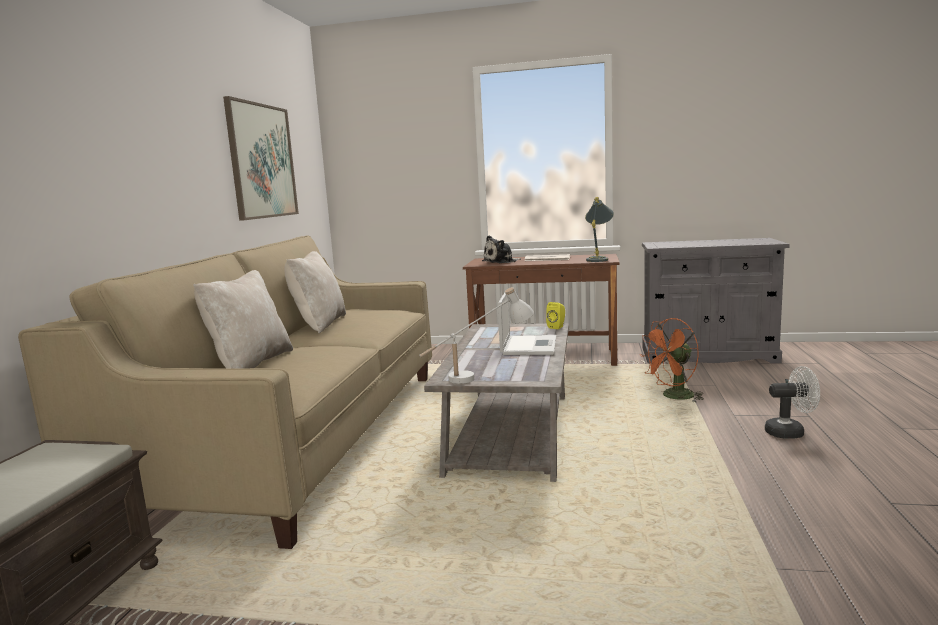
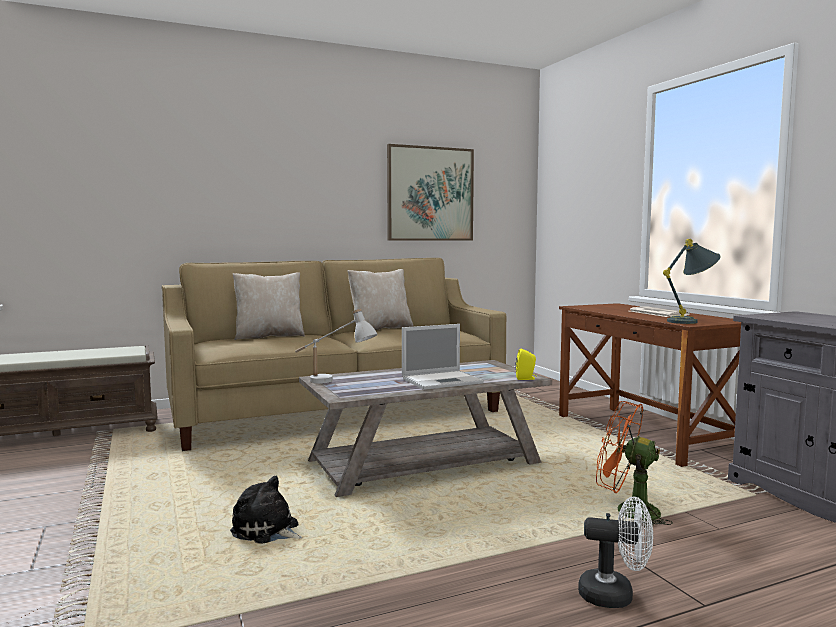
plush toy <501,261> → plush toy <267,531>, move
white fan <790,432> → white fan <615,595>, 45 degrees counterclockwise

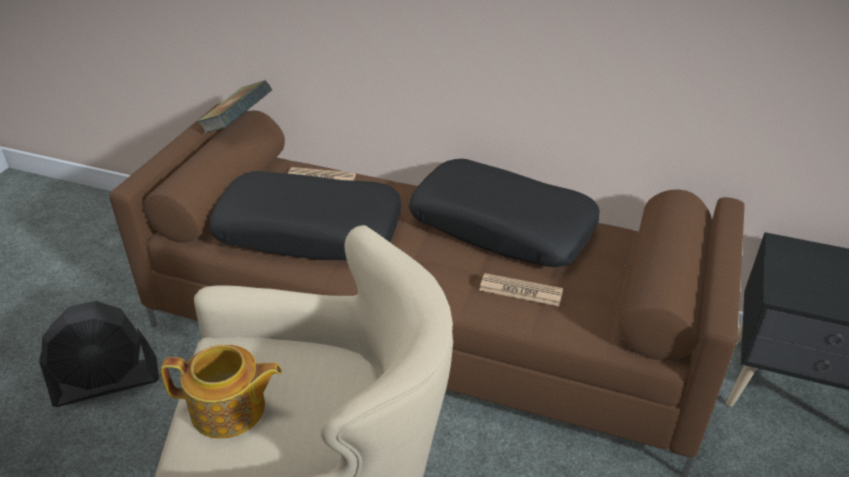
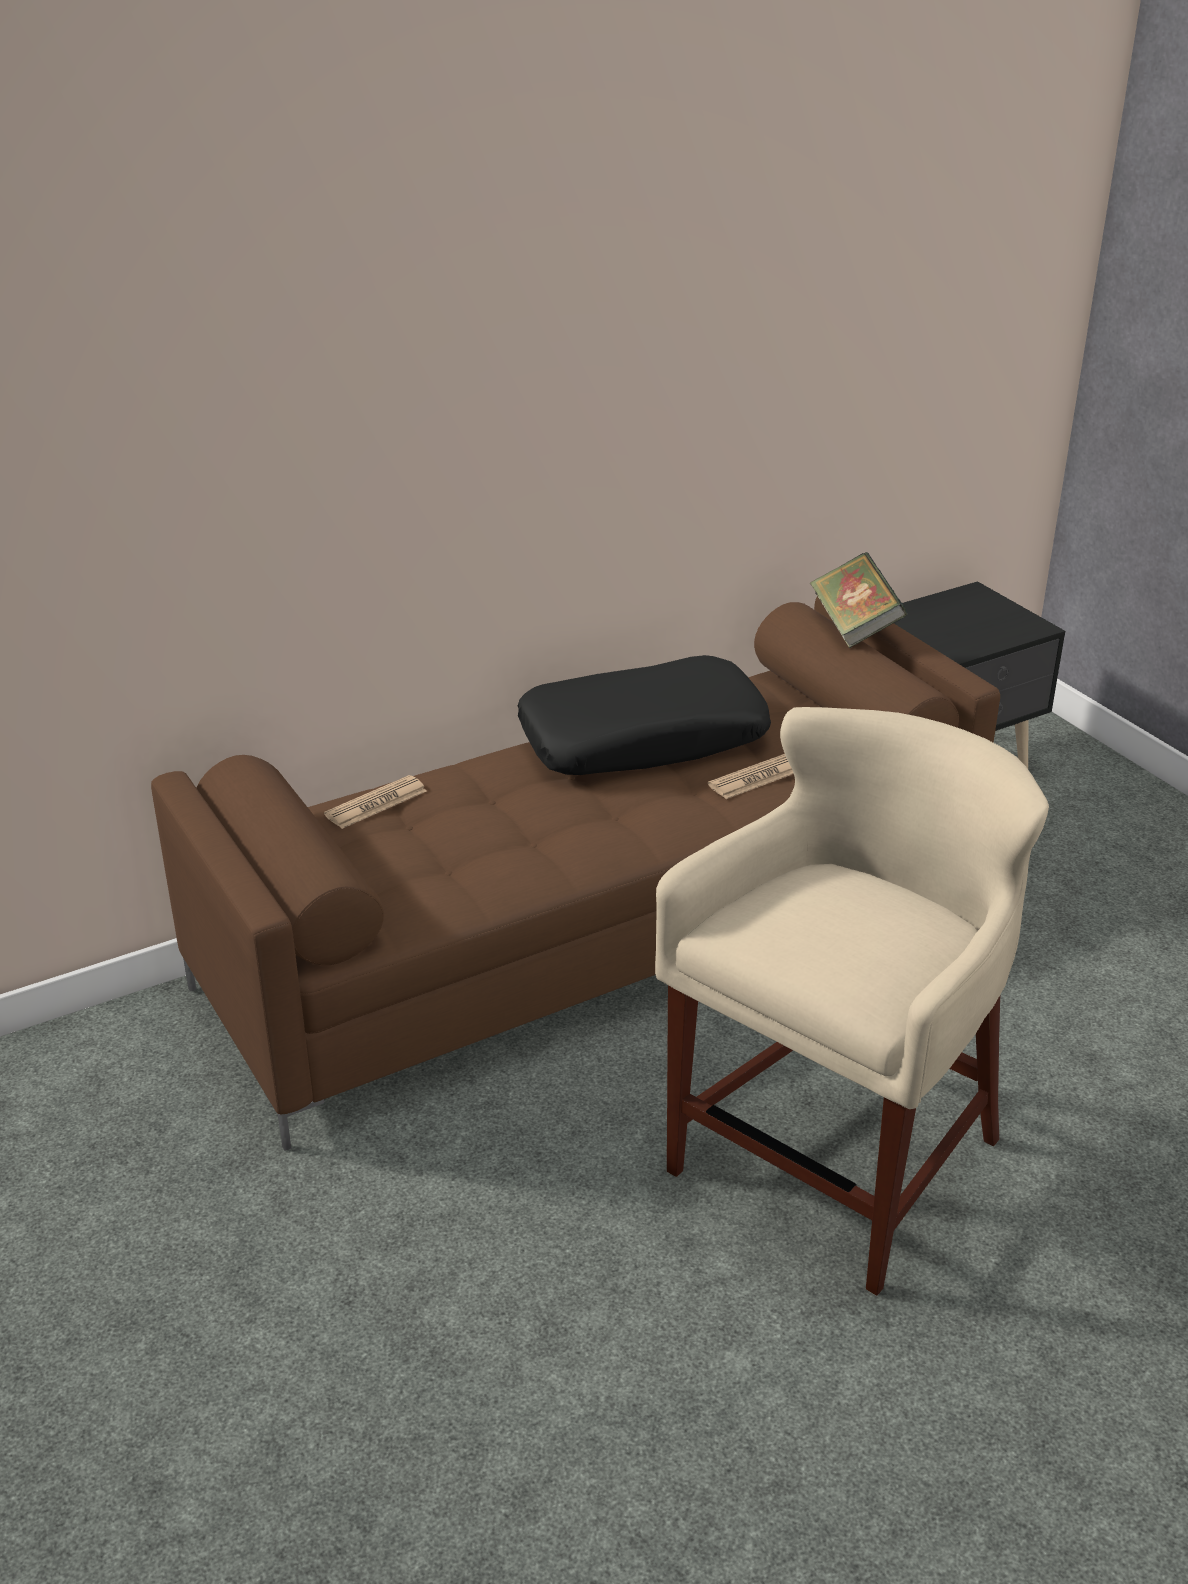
book <237,126> → book <854,627>, move
black pillow <310,231> → -
black fan <107,382> → -
teapot <230,410> → -

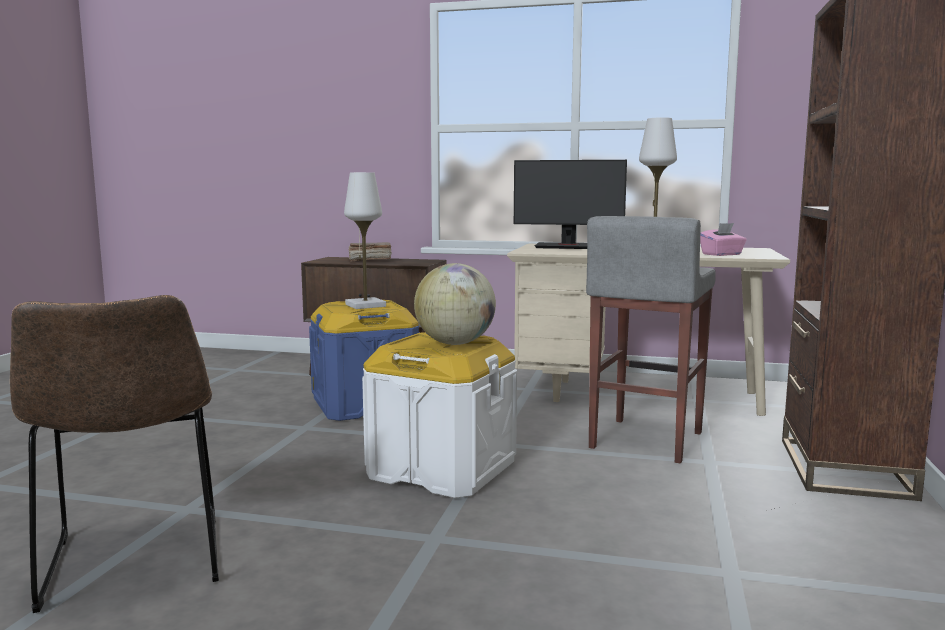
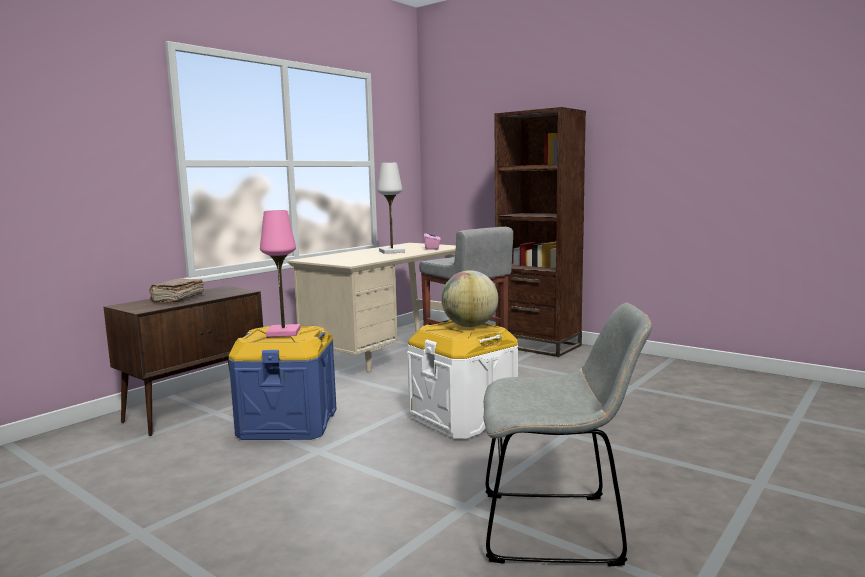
monitor <568,246> → -
white table lamp <365,305> → pink table lamp <283,332>
brown chair <134,565> → grey chair <559,528>

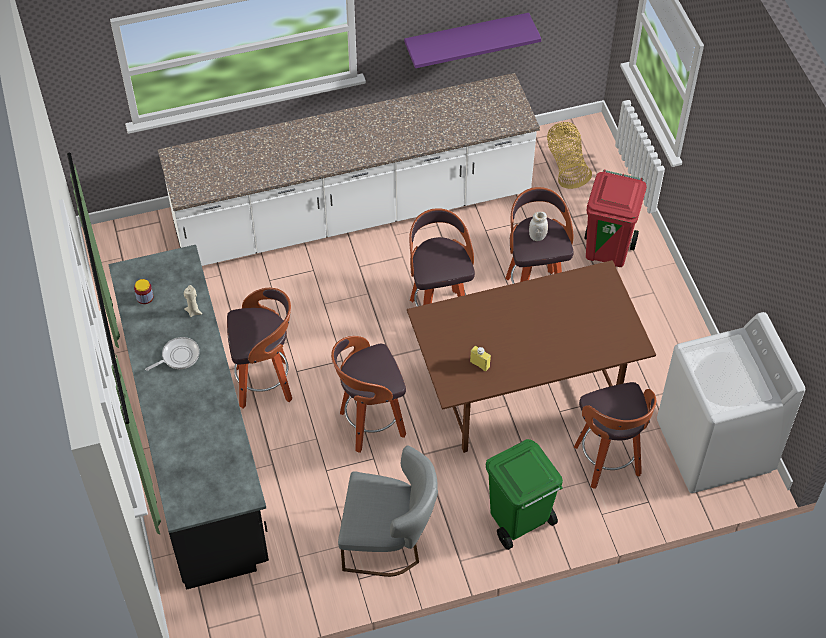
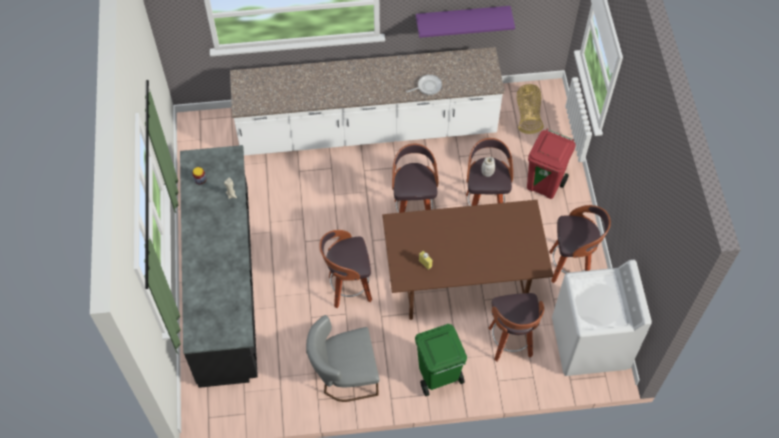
stool <265,383> → stool <570,266>, move
frying pan <178,356> → frying pan <427,86>, move
grey chair <389,542> → grey chair <344,376>, 150 degrees clockwise

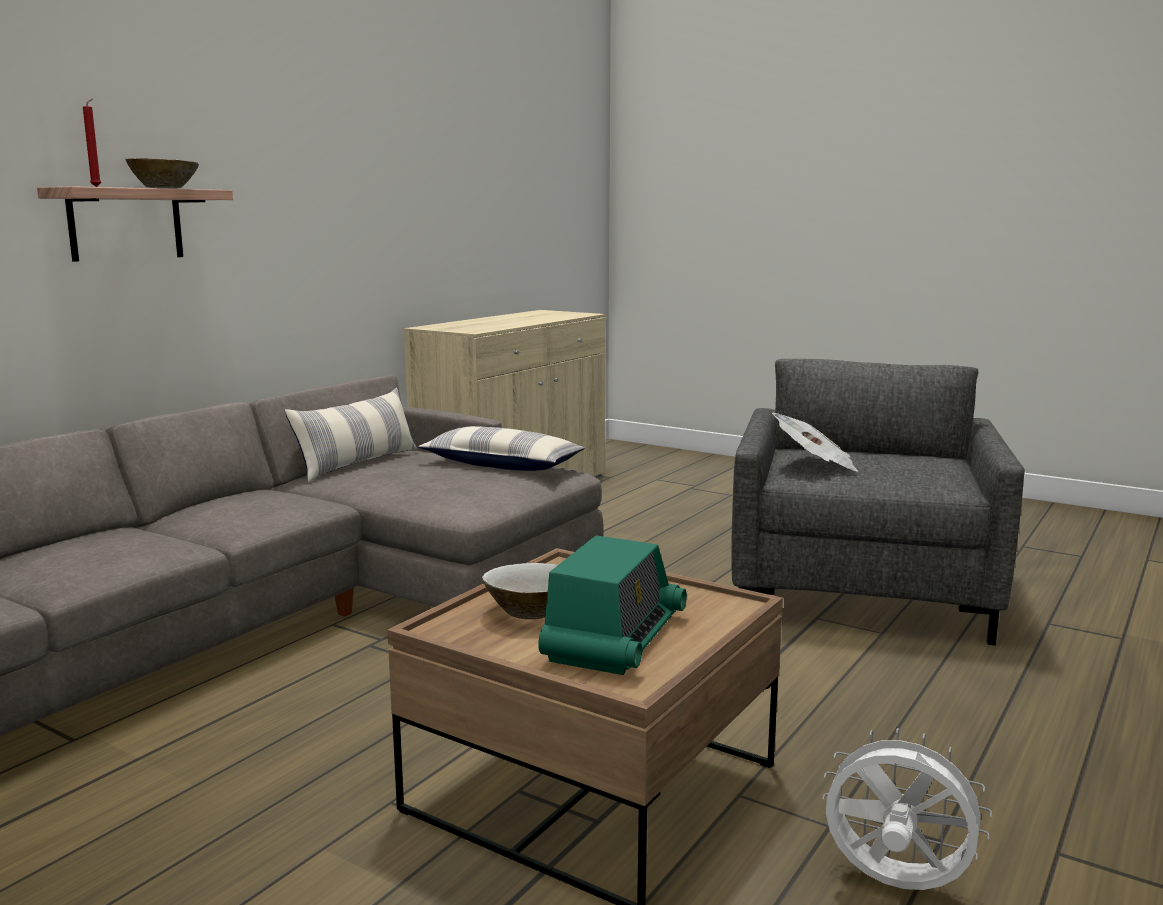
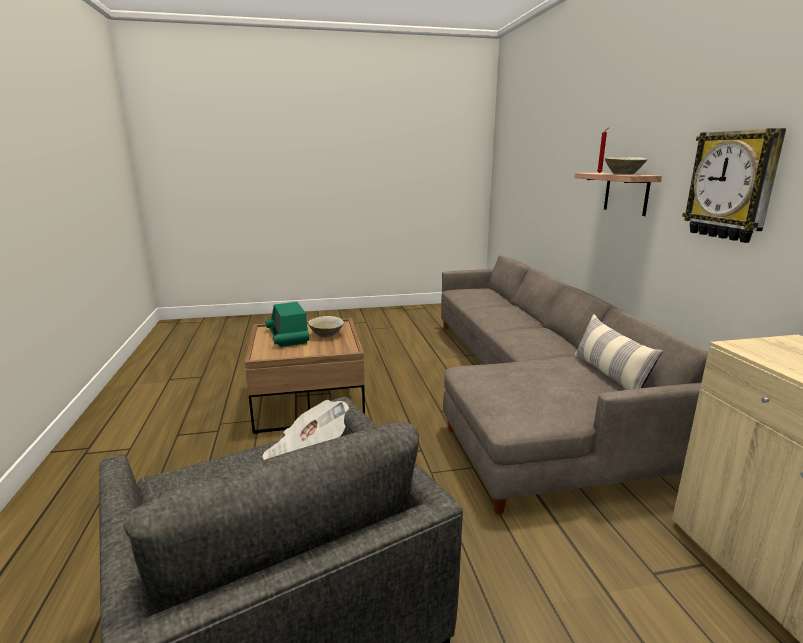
pillow <502,465> → -
white fan <894,886> → -
- → wall clock <732,185>

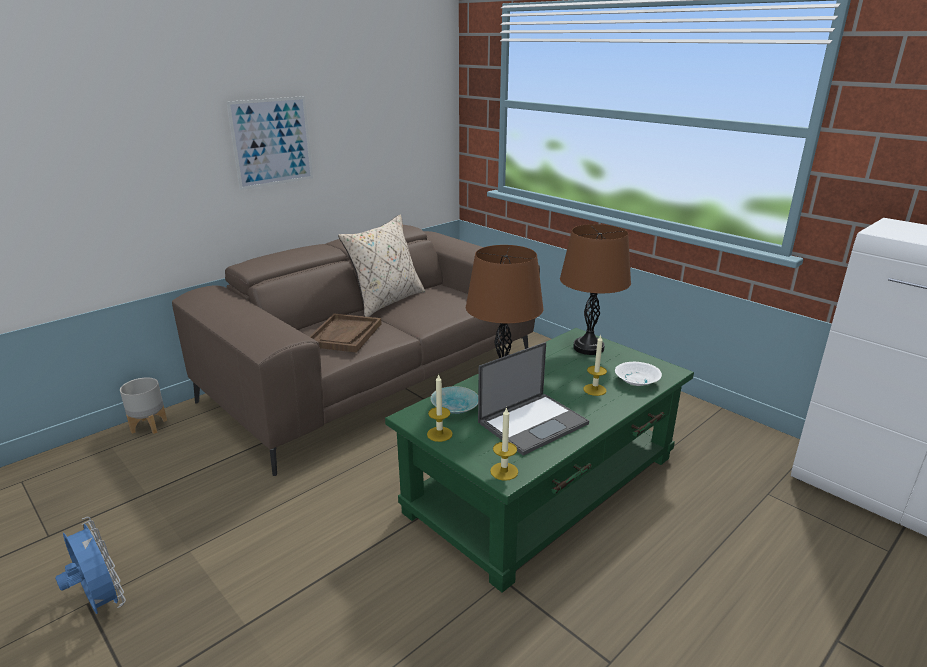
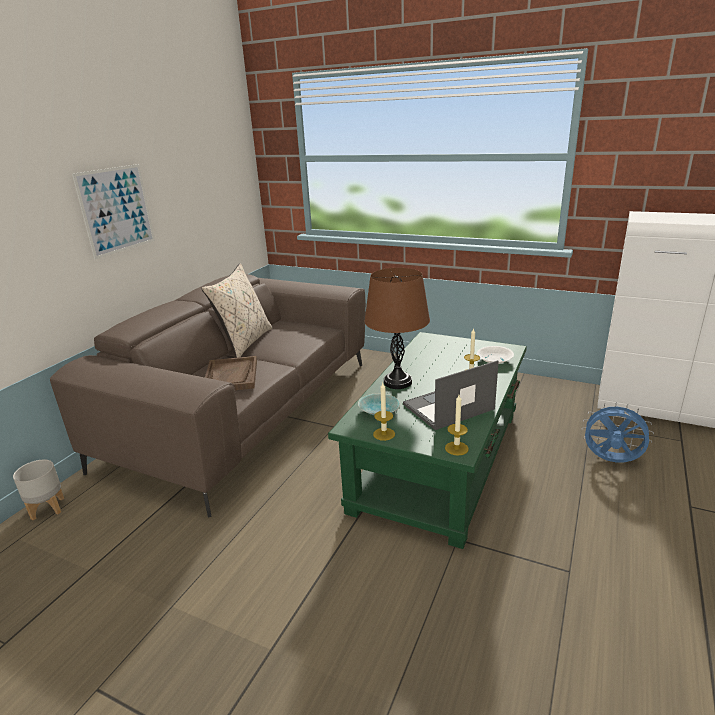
brown table lamp <588,348> → -
laptop <533,422> → laptop <447,407>, 150 degrees counterclockwise
blue fan <101,603> → blue fan <611,461>, move

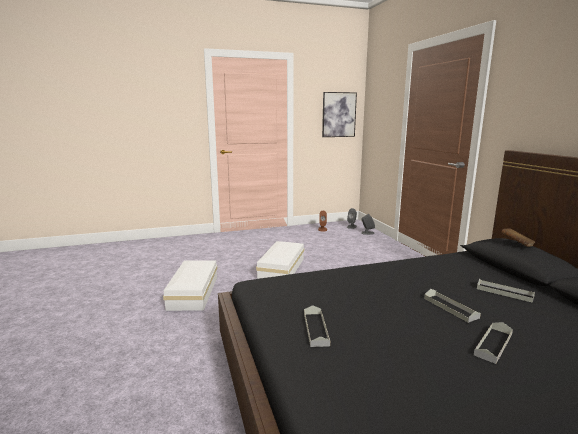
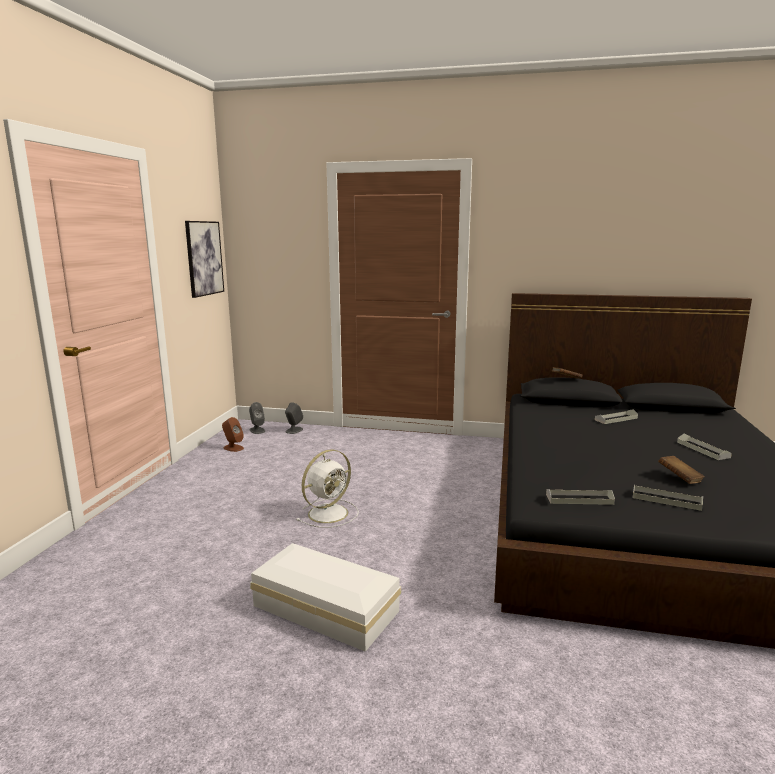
white storage box <283,268> → white fan <329,513>
grey tray <450,308> → grey tray <579,499>, move
- → brown book <679,479>

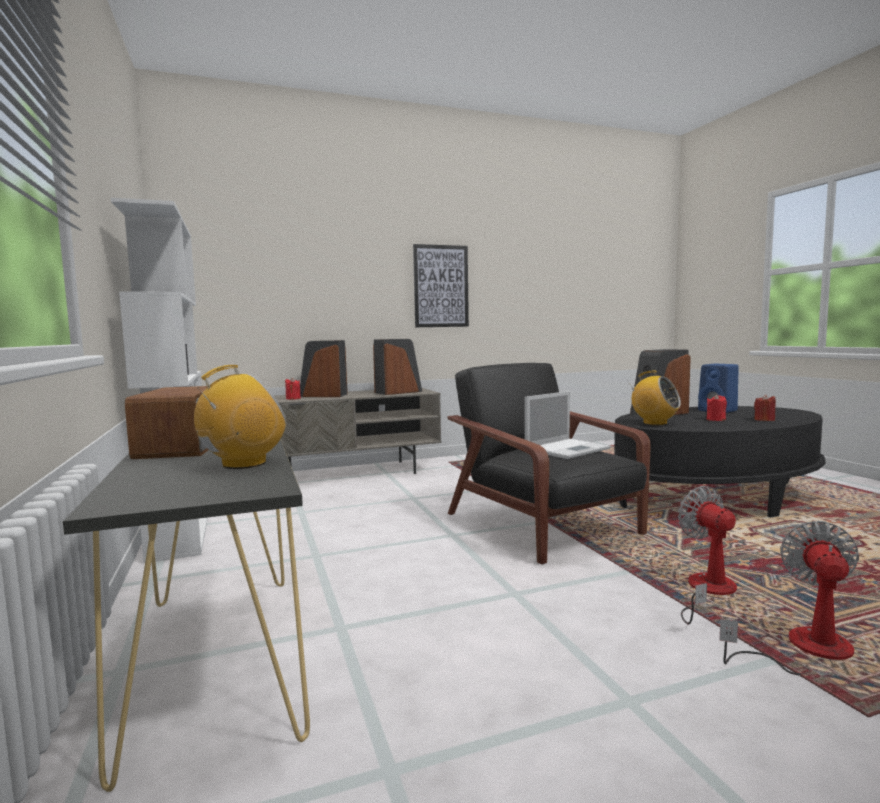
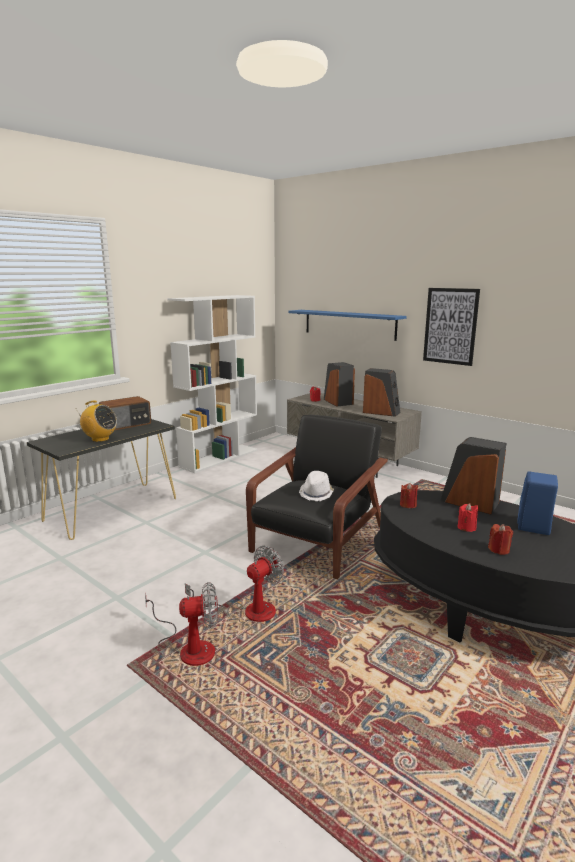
radio <654,423> → red candle <408,505>
laptop <568,449> → white hat <316,493>
- → blue shelf <349,324>

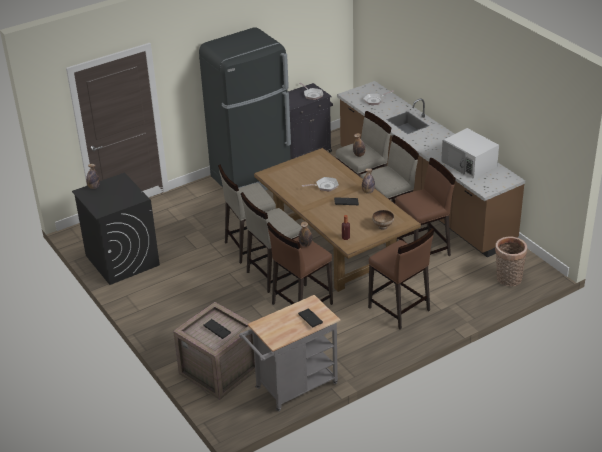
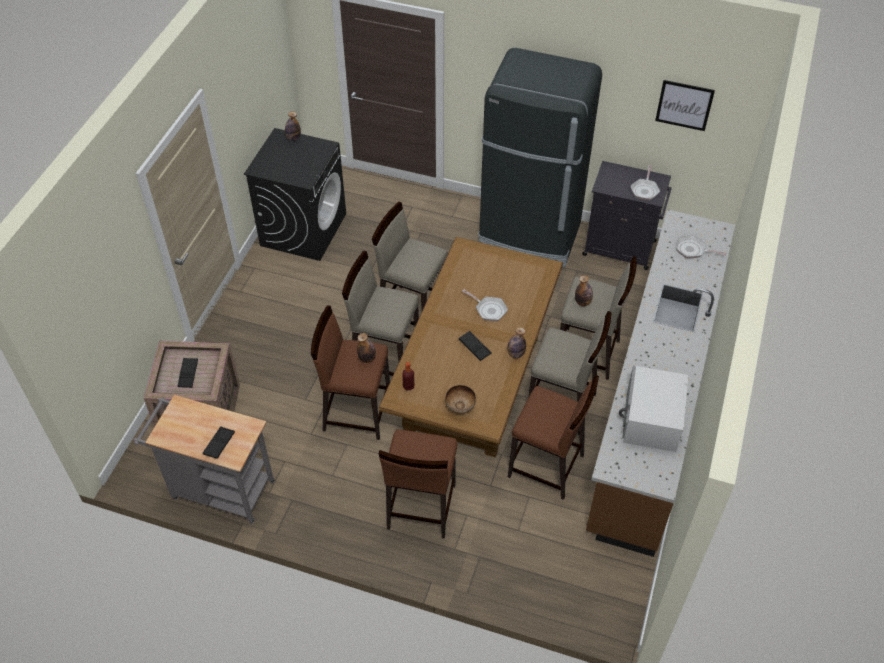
basket <508,280> → -
- → picture <684,105>

